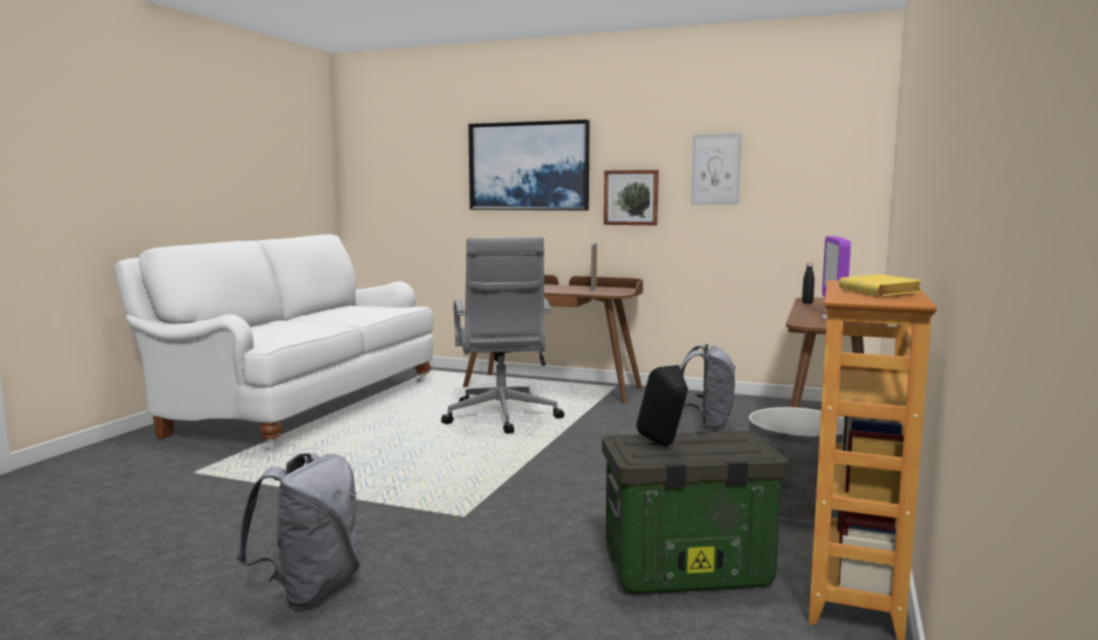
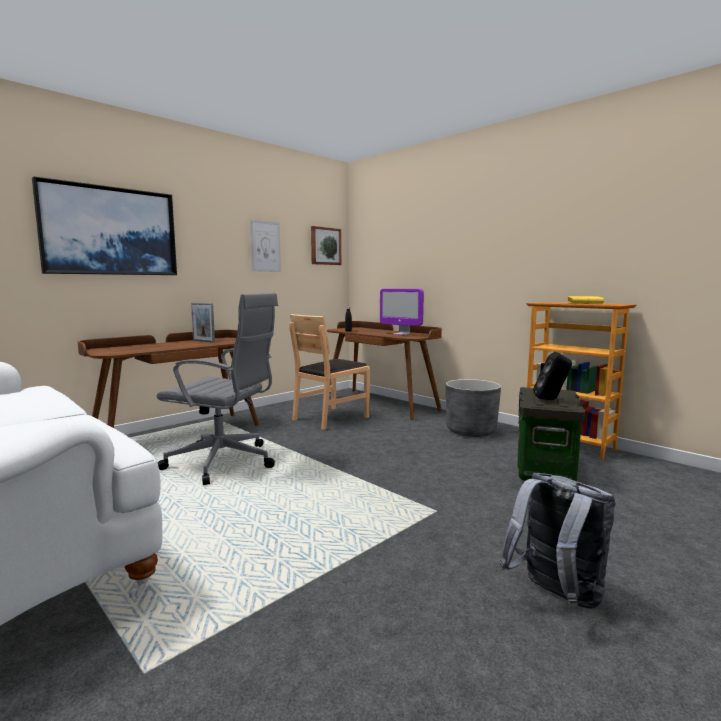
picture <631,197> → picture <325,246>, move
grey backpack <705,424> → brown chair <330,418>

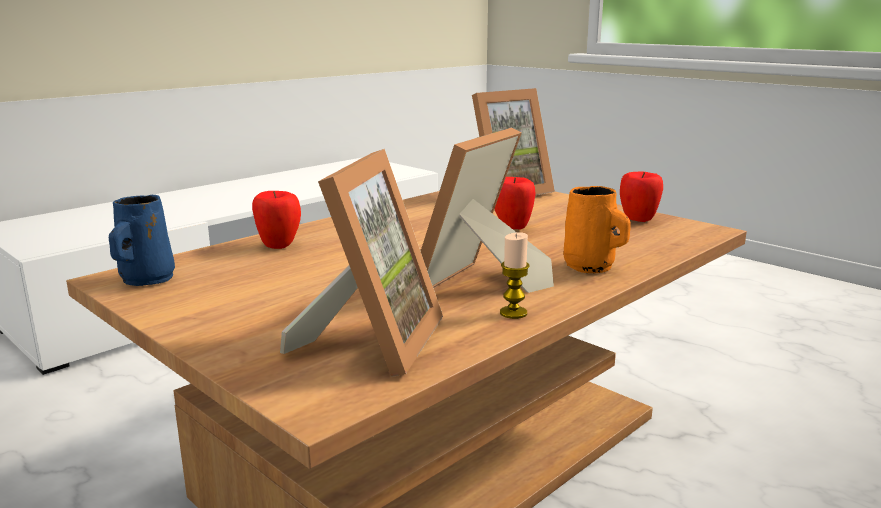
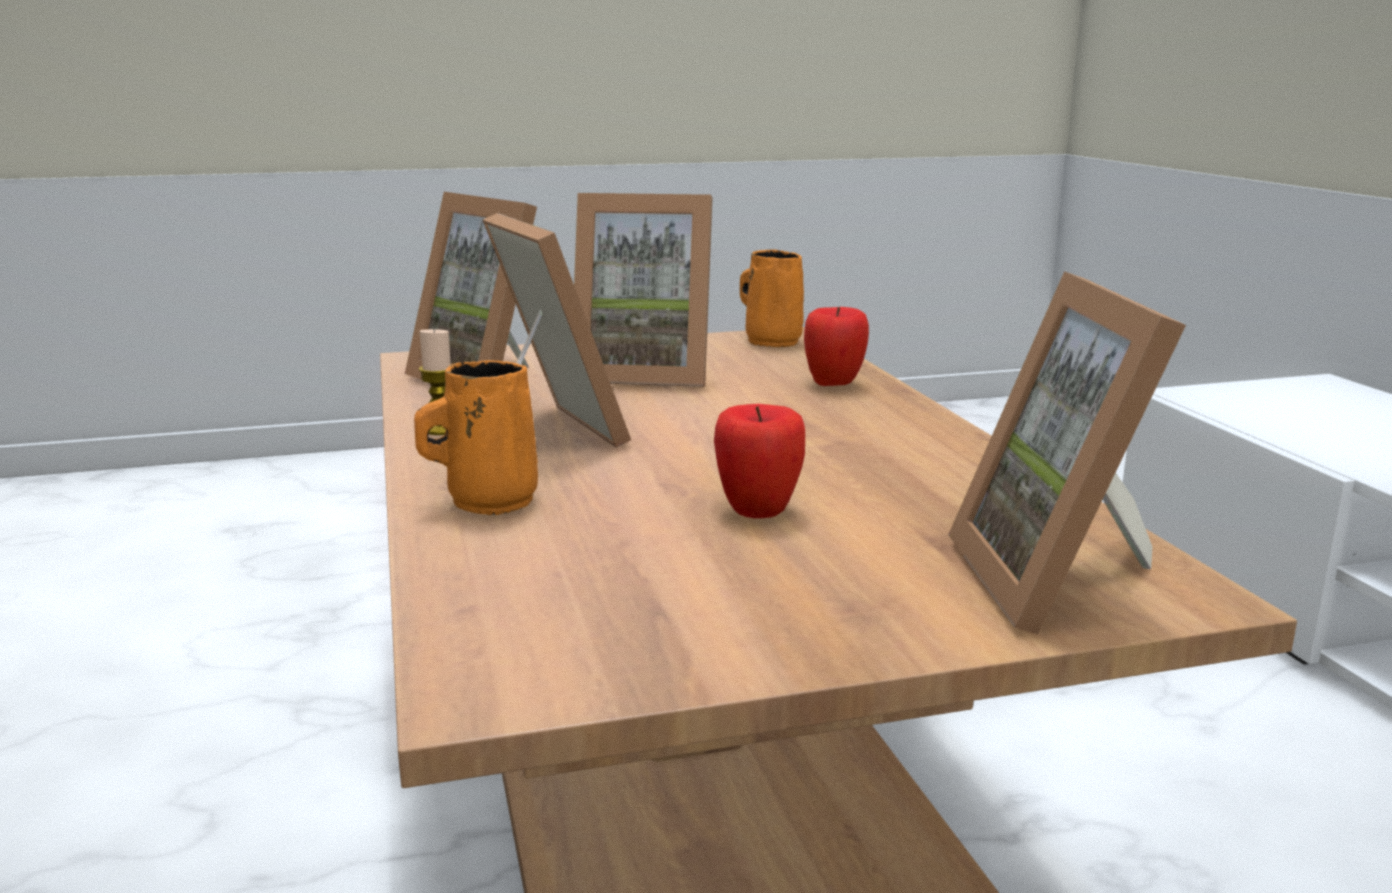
apple <638,220> → -
blue mug <145,280> → orange mug <770,341>
- → picture frame <644,373>

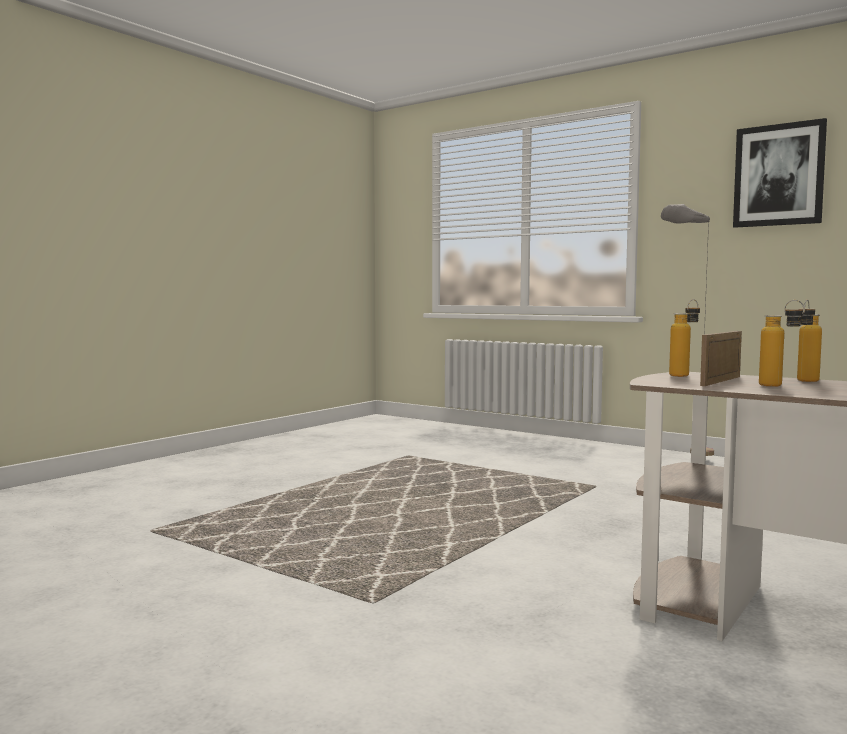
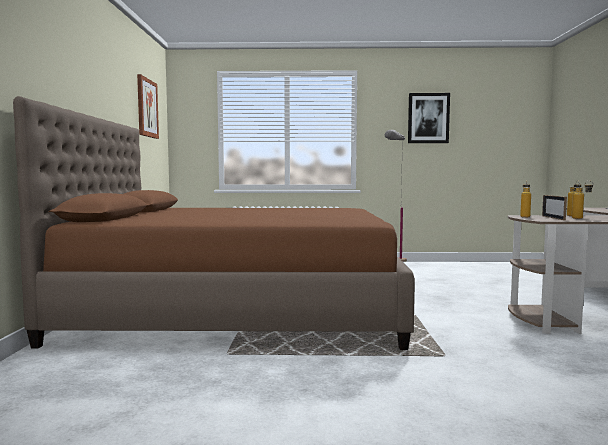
- → picture <147,108>
- → brown bed <239,309>

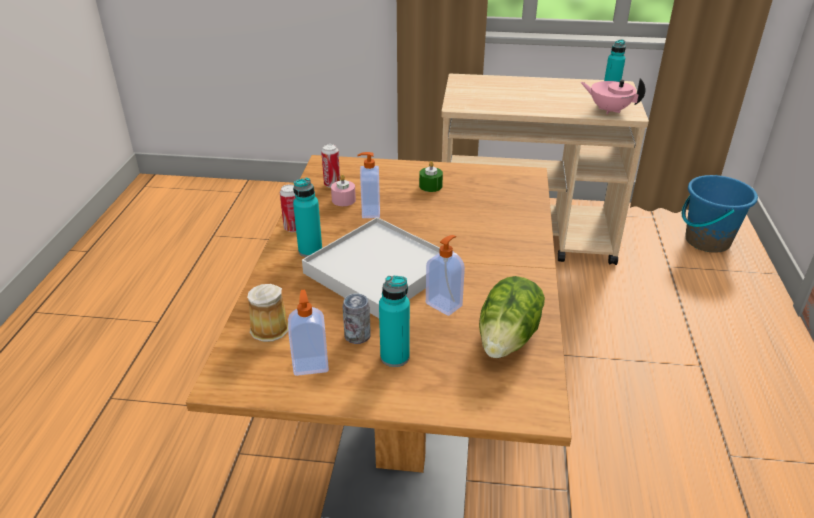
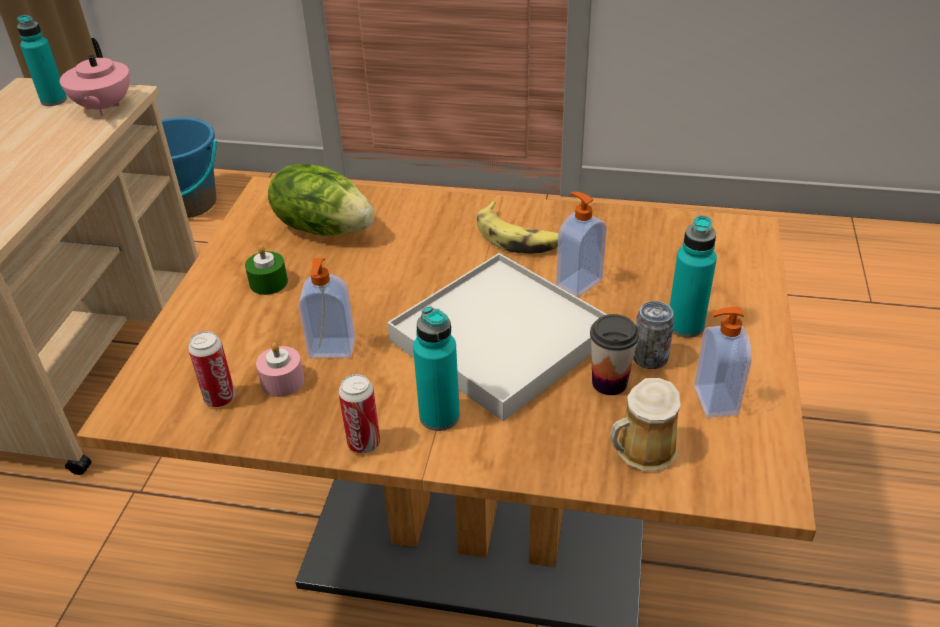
pink teapot <609,110> → pink teapot <103,107>, 45 degrees counterclockwise
lettuce <509,338> → lettuce <324,227>, move
- → banana <518,237>
- → cup <609,382>

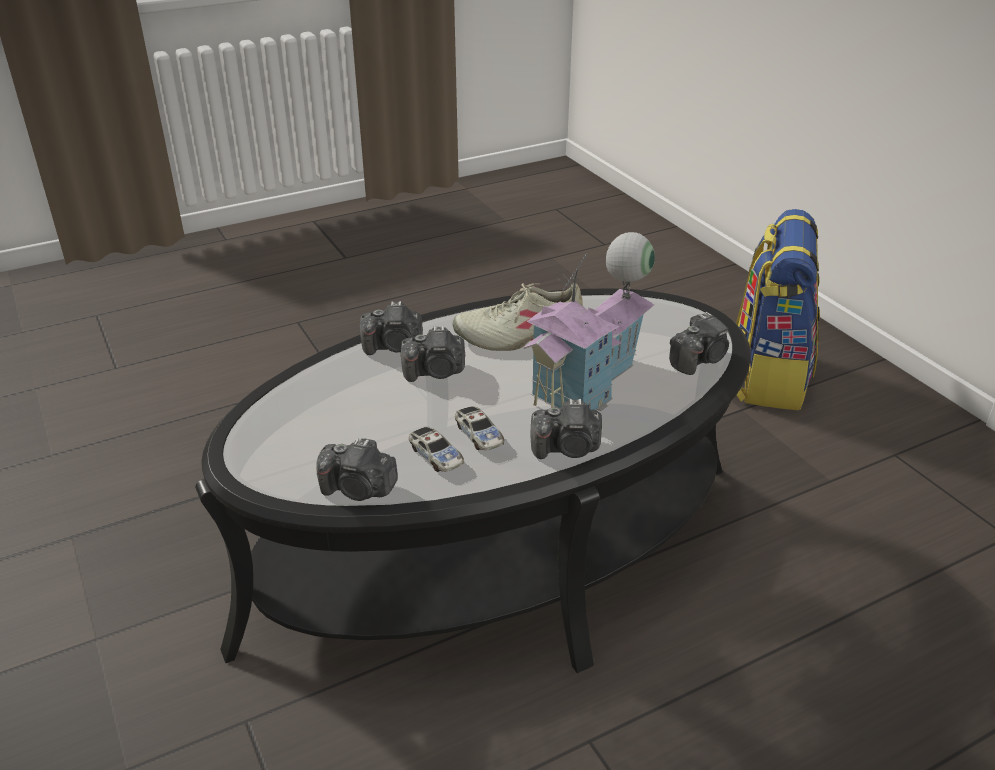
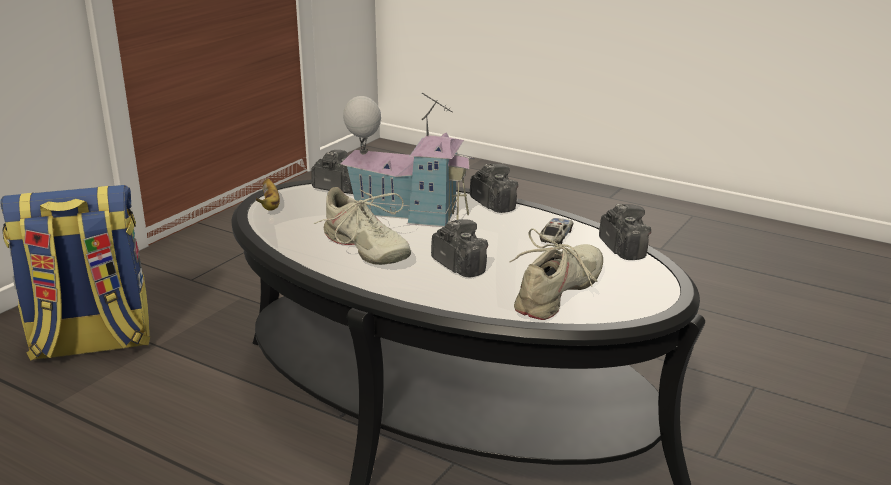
photo camera <394,347> → -
toy car <479,436> → -
- → banana <270,206>
- → beige shoe <559,293>

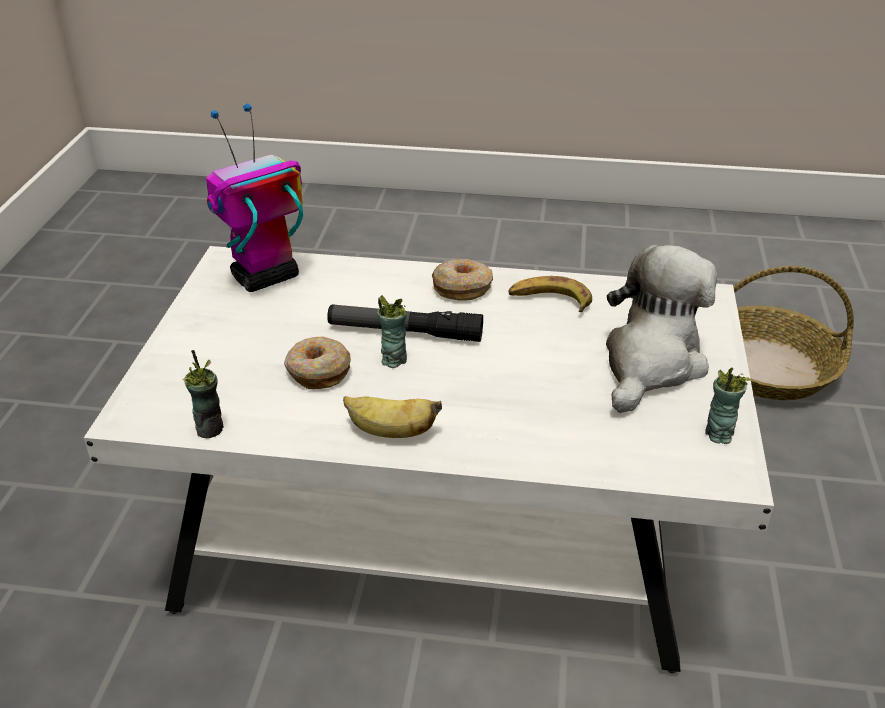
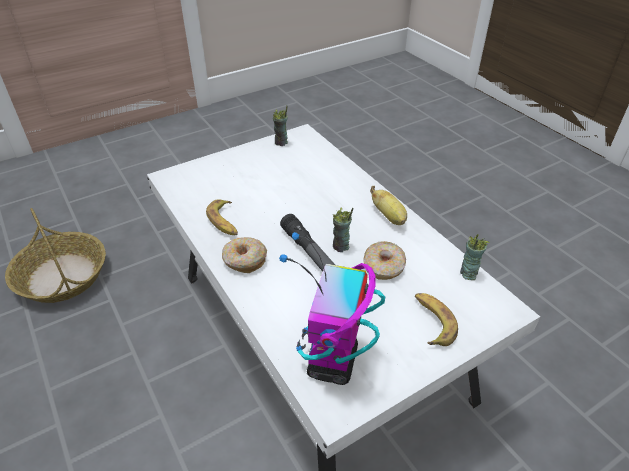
toy robot <264,278> → toy robot <332,363>, 90 degrees clockwise
plush toy <650,363> → -
- → banana <432,322>

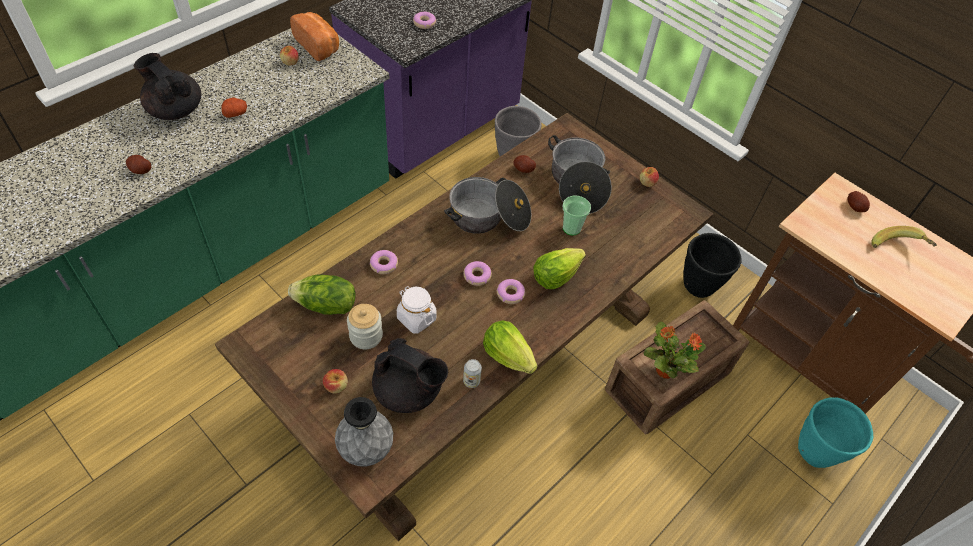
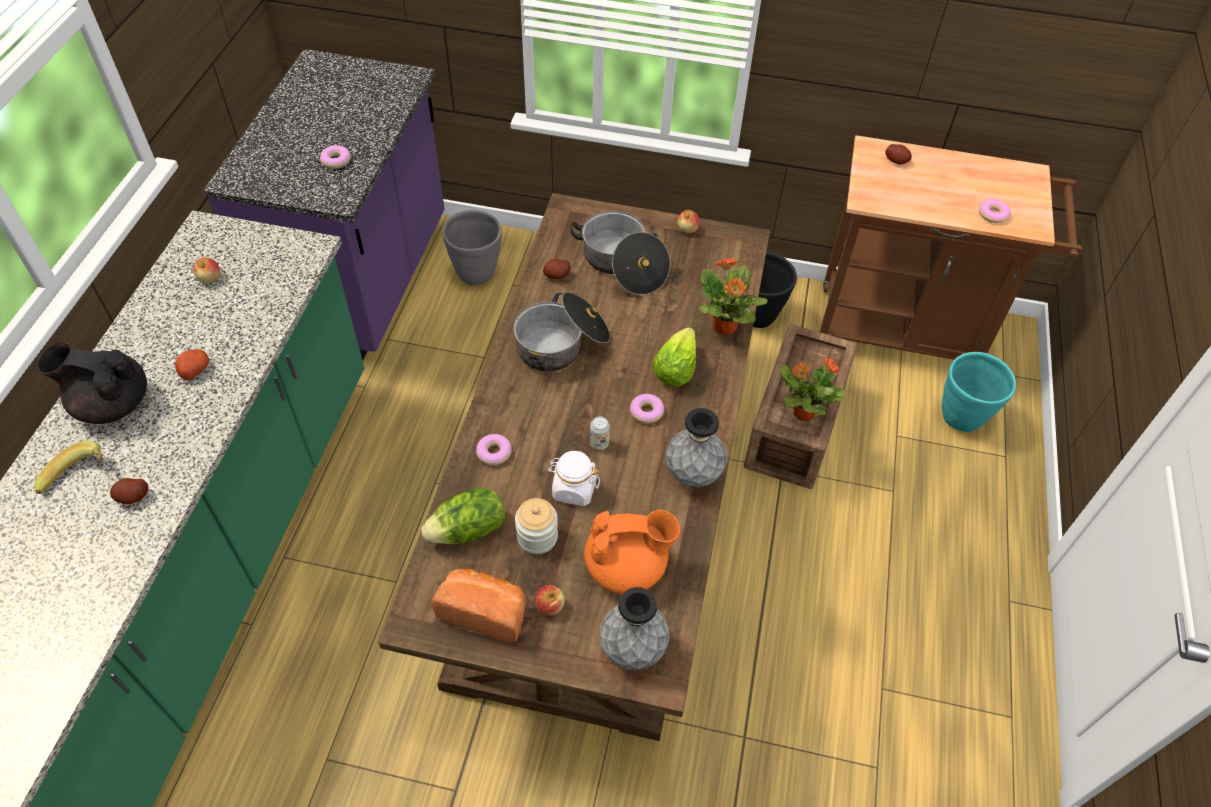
bread <318,46> → bread <485,610>, move
cup <571,228> → -
banana <897,249> → banana <80,478>, move
donut <477,276> → donut <992,215>, move
lettuce <508,355> → grey vase <693,474>
black teapot <409,391> → orange teapot <627,566>
can <471,381> → can <599,443>, move
- → potted plant <724,327>

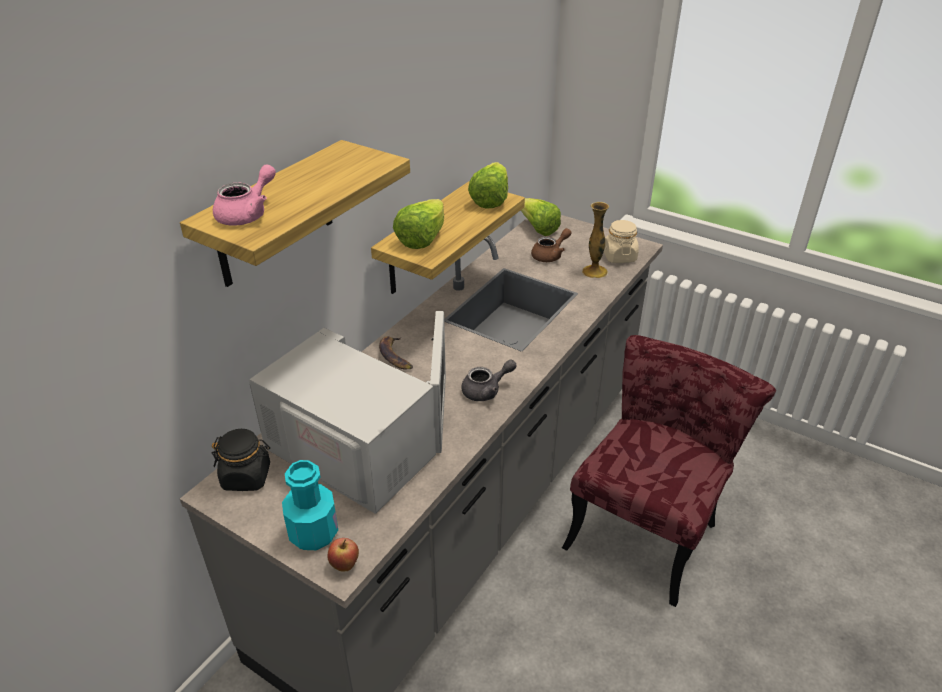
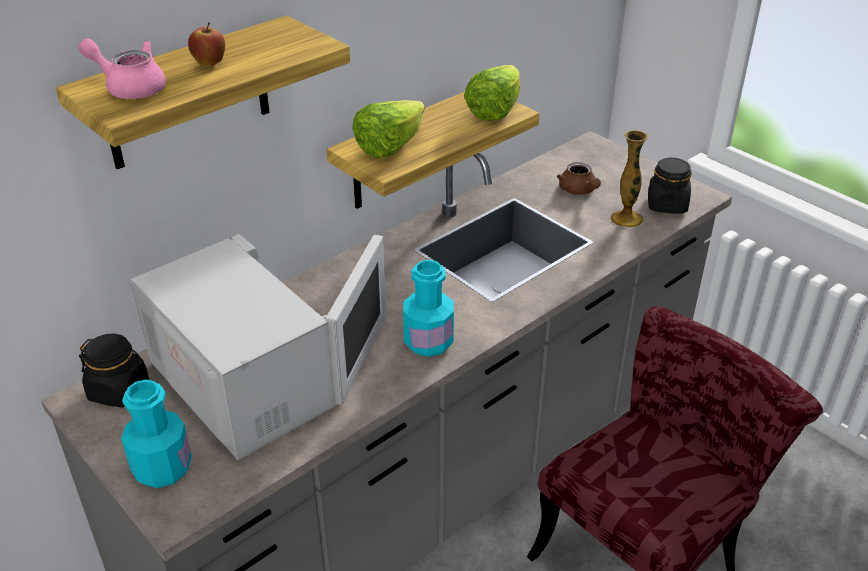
pink teapot <248,214> → pink teapot <130,87>, 120 degrees counterclockwise
lettuce <537,229> → -
beige jar <619,256> → black jar <666,204>
brown teapot <550,255> → brown teapot <579,191>, 90 degrees clockwise
banana <395,356> → -
grey teapot <486,390> → turquoise bottle <428,342>
apple <345,565> → apple <210,64>, move

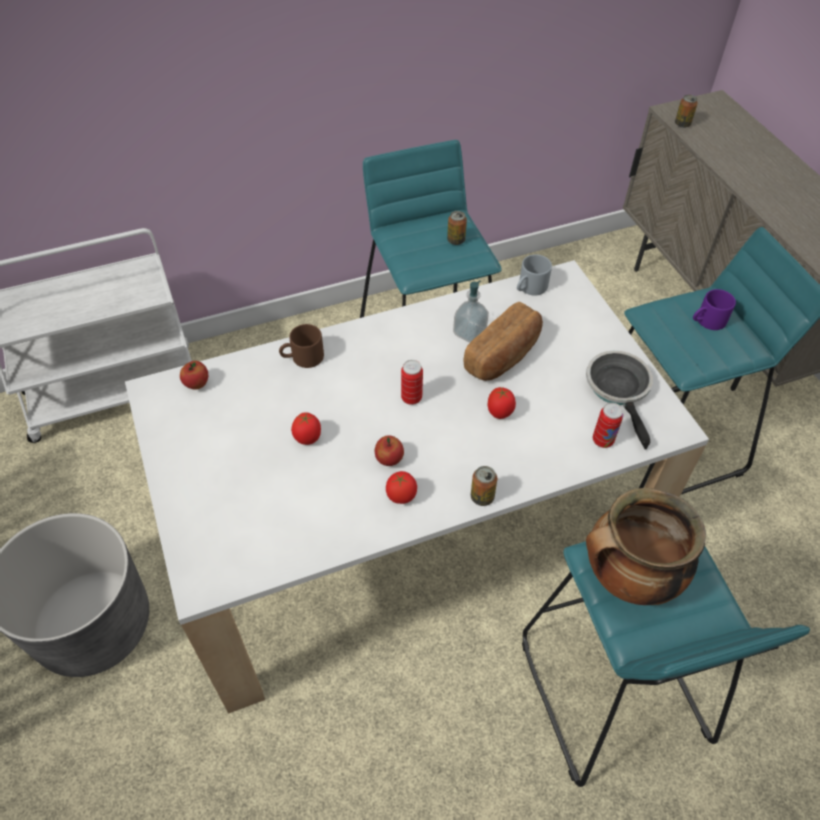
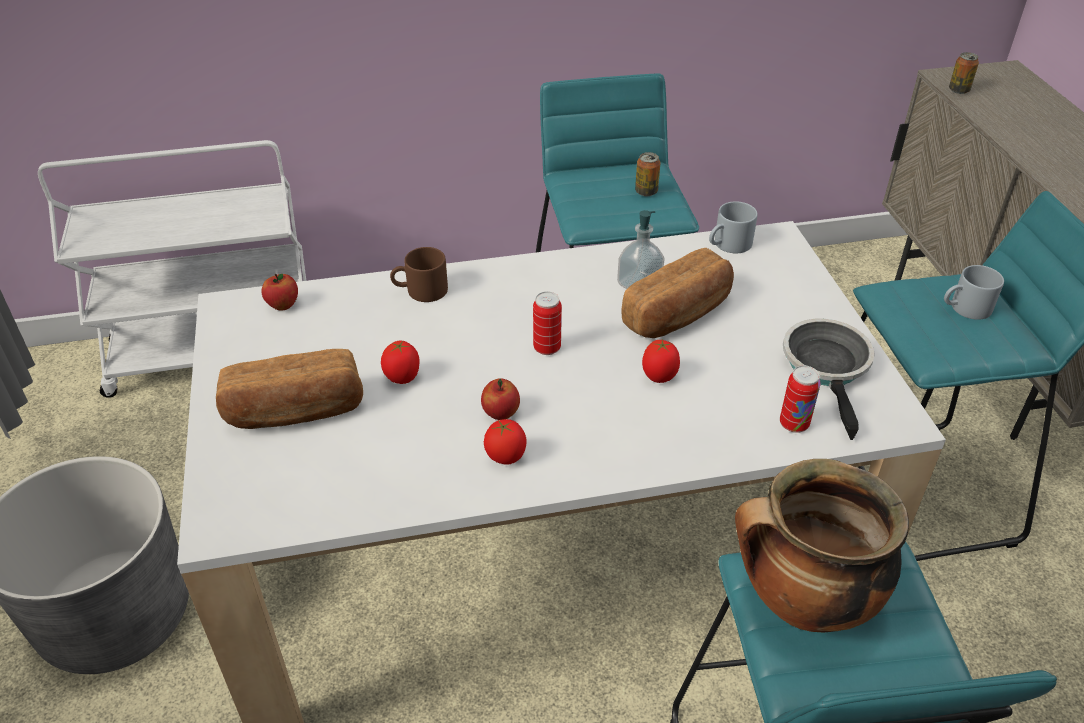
purple mug <707,321> → grey mug <965,308>
can <482,497> → -
- → bread <295,411>

